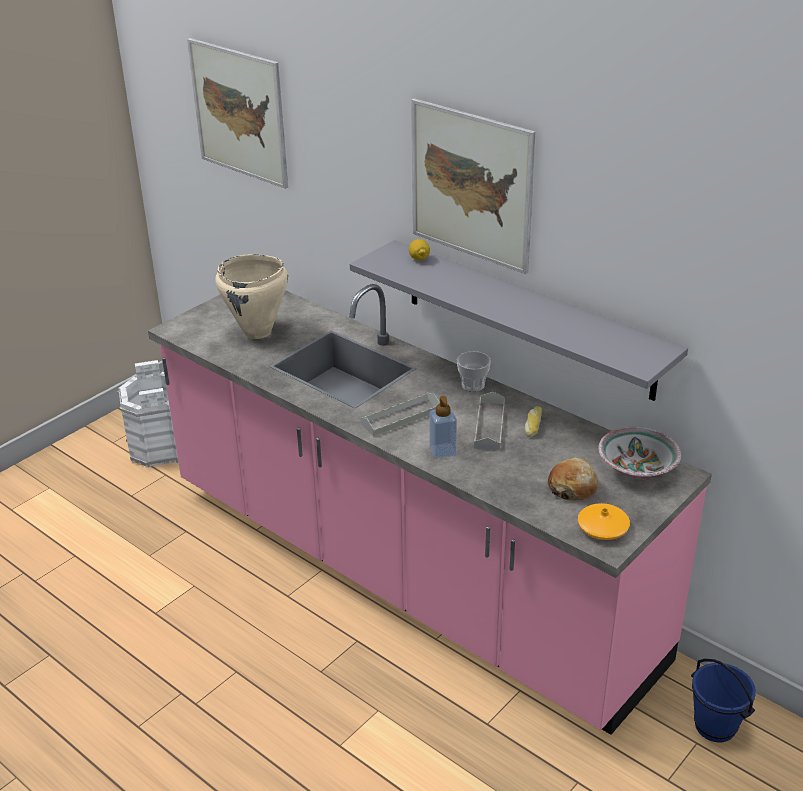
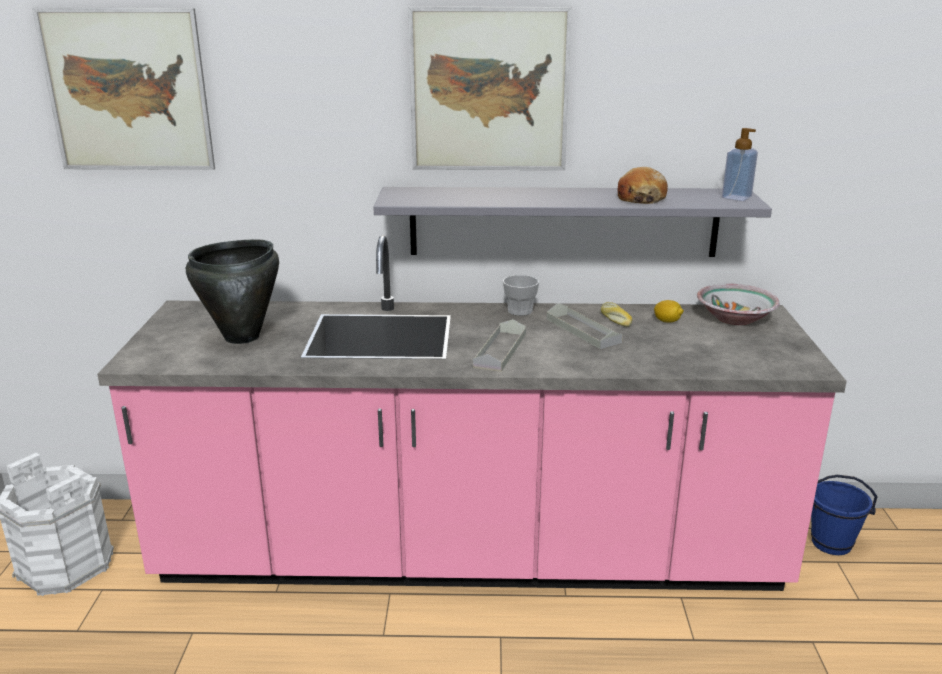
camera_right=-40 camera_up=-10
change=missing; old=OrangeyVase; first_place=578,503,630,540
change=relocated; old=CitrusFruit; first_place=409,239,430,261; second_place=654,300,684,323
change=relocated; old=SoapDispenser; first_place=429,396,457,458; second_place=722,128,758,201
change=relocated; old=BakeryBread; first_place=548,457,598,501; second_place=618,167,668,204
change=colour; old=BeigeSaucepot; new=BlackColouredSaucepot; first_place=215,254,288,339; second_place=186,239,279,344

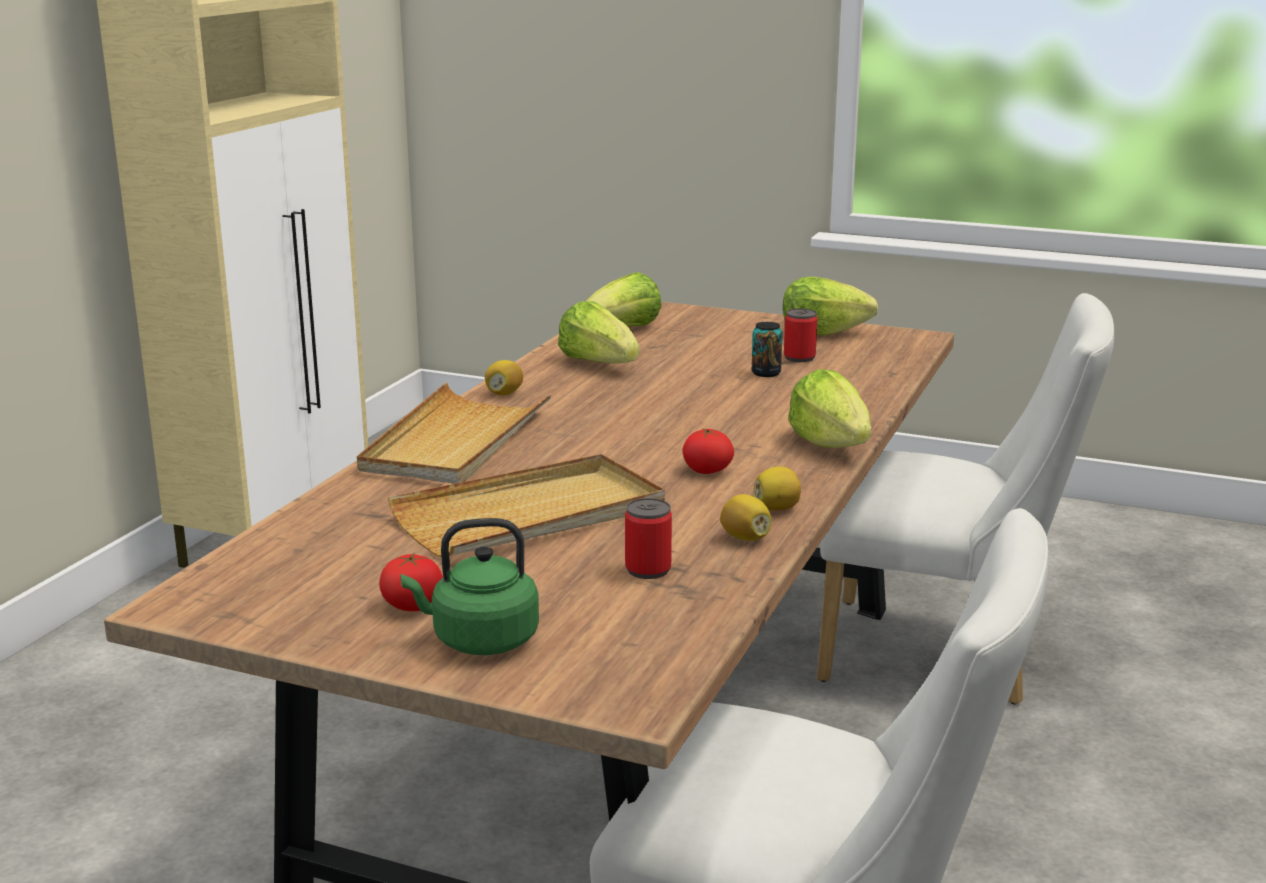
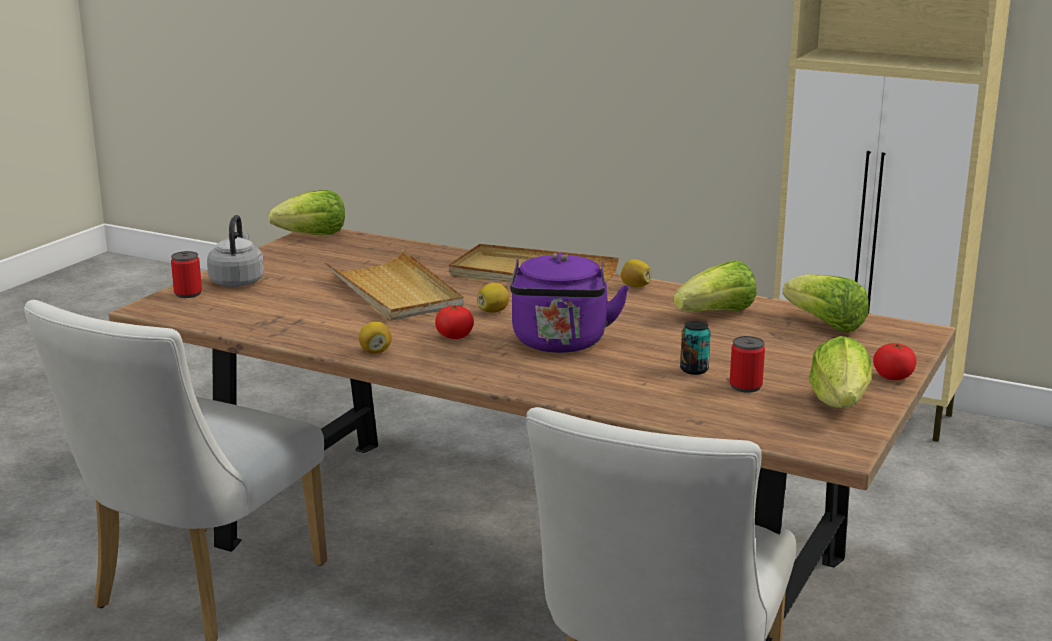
camera_right=95 camera_up=0
change=appeared; new=PurplishTeaKettle; second_place=510,252,629,353
change=relocated; old=Tomato; first_place=379,553,443,611; second_place=873,343,917,380
change=relocated; old=SealedCan; first_place=625,498,672,579; second_place=171,251,202,298
change=relocated; old=CitrusFruit; first_place=720,494,772,541; second_place=477,283,509,313
change=relocated; old=Lettuce; first_place=789,369,871,448; second_place=268,190,345,235
change=colour; old=GreenTeaKettle; new=GreyTeaKettle; first_place=400,518,539,655; second_place=207,215,264,287

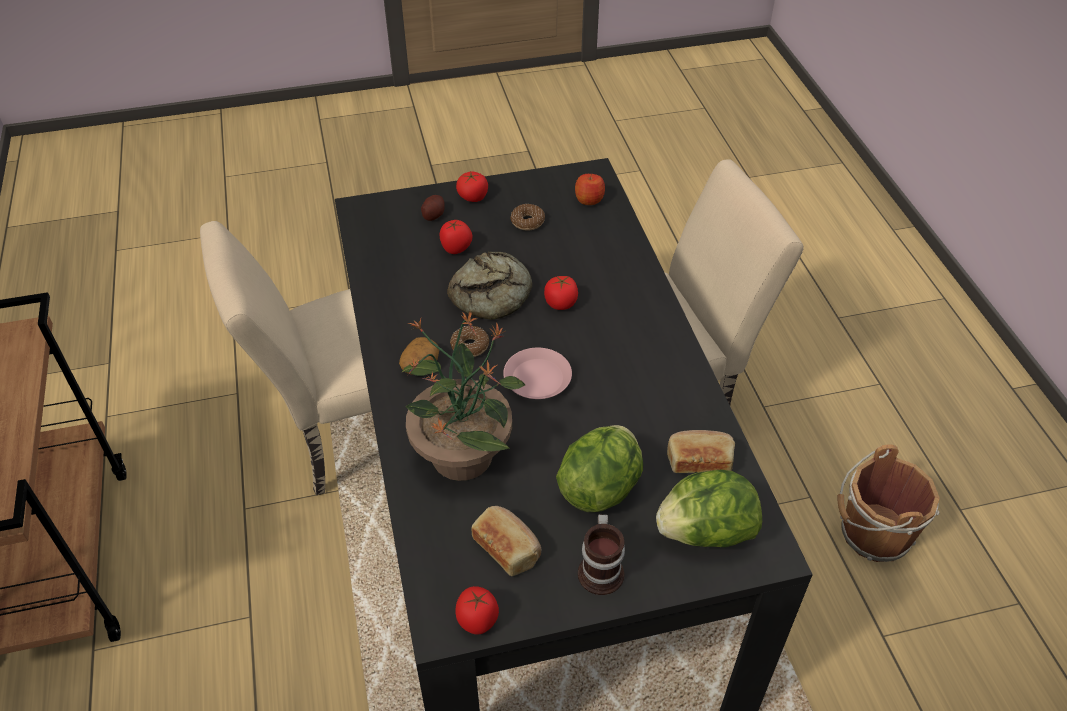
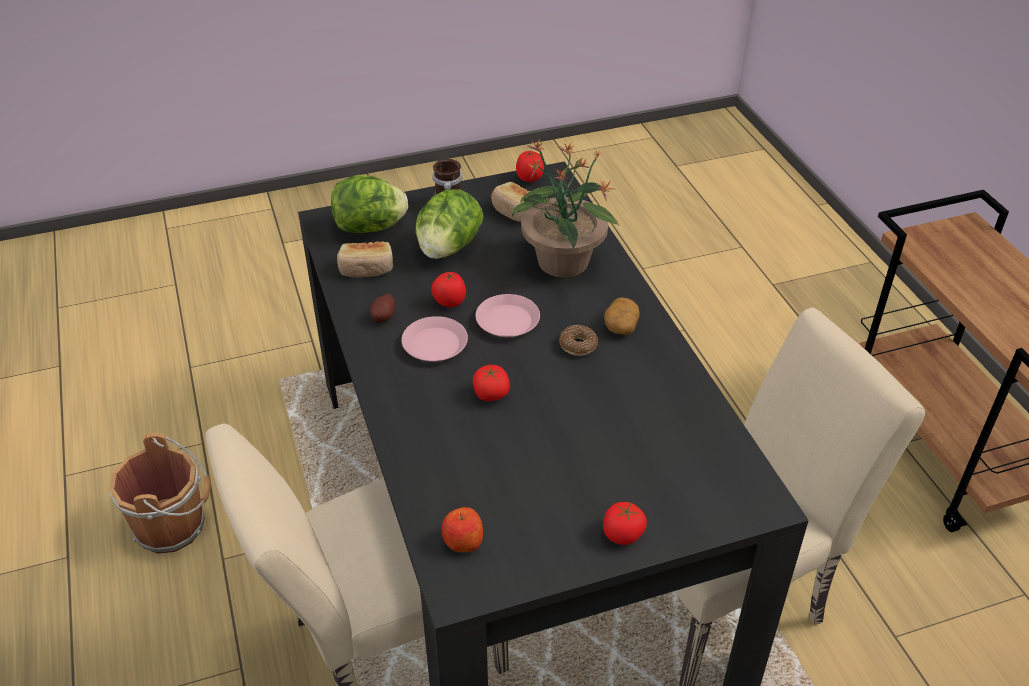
camera_right=175 camera_up=-5
change=missing; old=BakeryBread; first_place=447,252,532,320
change=missing; old=RingDoughnut; first_place=510,204,545,231
change=appeared; new=PinkFlatDish; second_place=401,316,468,362
change=relocated; old=Potato; first_place=421,195,445,221; second_place=370,294,395,323
change=relocated; old=Tomato; first_place=440,220,473,254; second_place=431,272,466,308

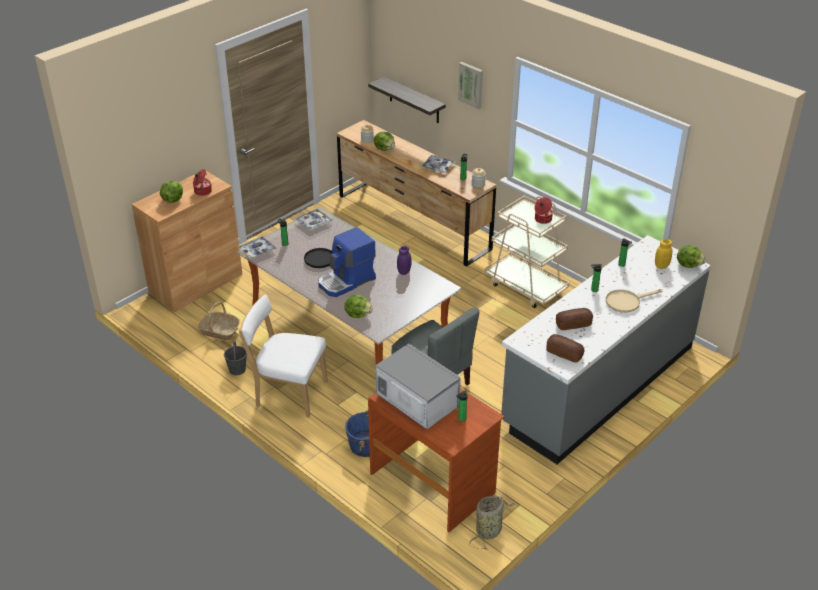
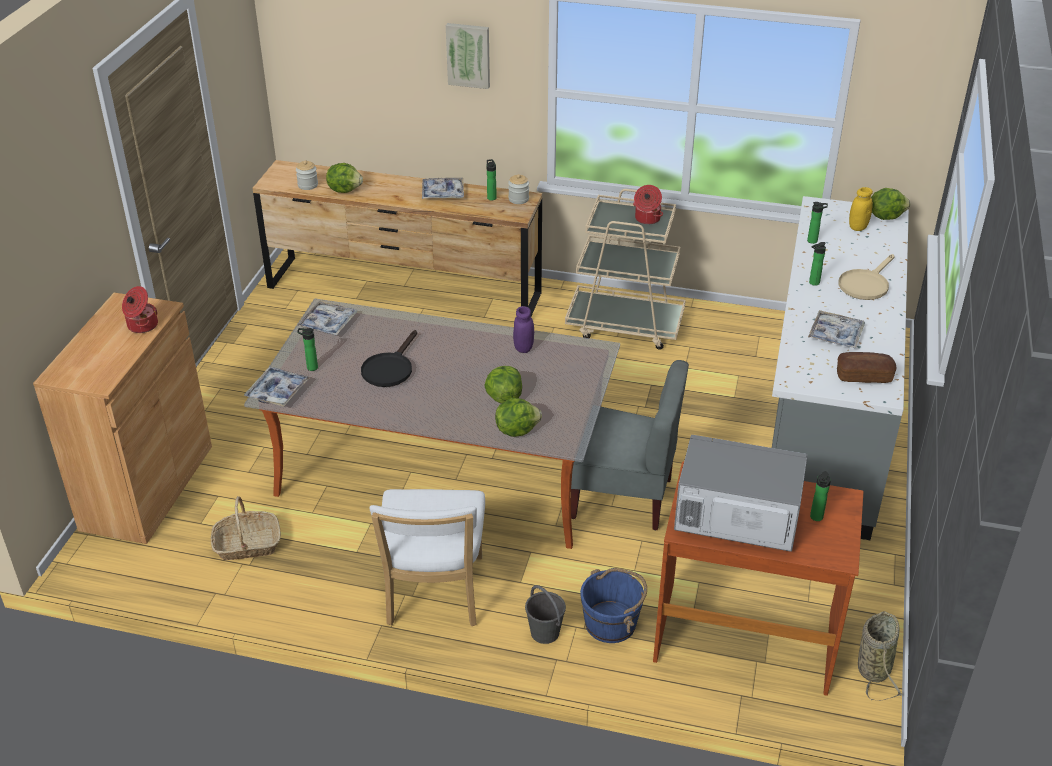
camera_right=-30 camera_up=0
change=missing; old=CoffeeMachine; first_place=318,227,376,297
change=missing; old=Shelf; first_place=368,77,446,123
change=relocated; old=Lettuce; first_place=160,181,183,203; second_place=484,366,522,404
change=relocated; old=GreyBucket; first_place=224,340,247,375; second_place=525,585,566,644
change=exchanged; old=BakeryBread; new=ServingTray; first_place=556,308,593,330; second_place=808,310,865,349
change=spun; old=WhiteUprightChair; first_place=239,295,328,418; second_place=369,489,485,626; degrees=-75

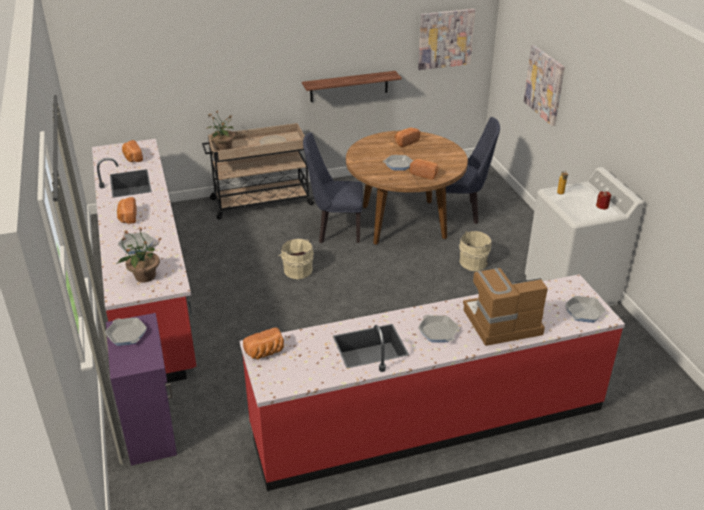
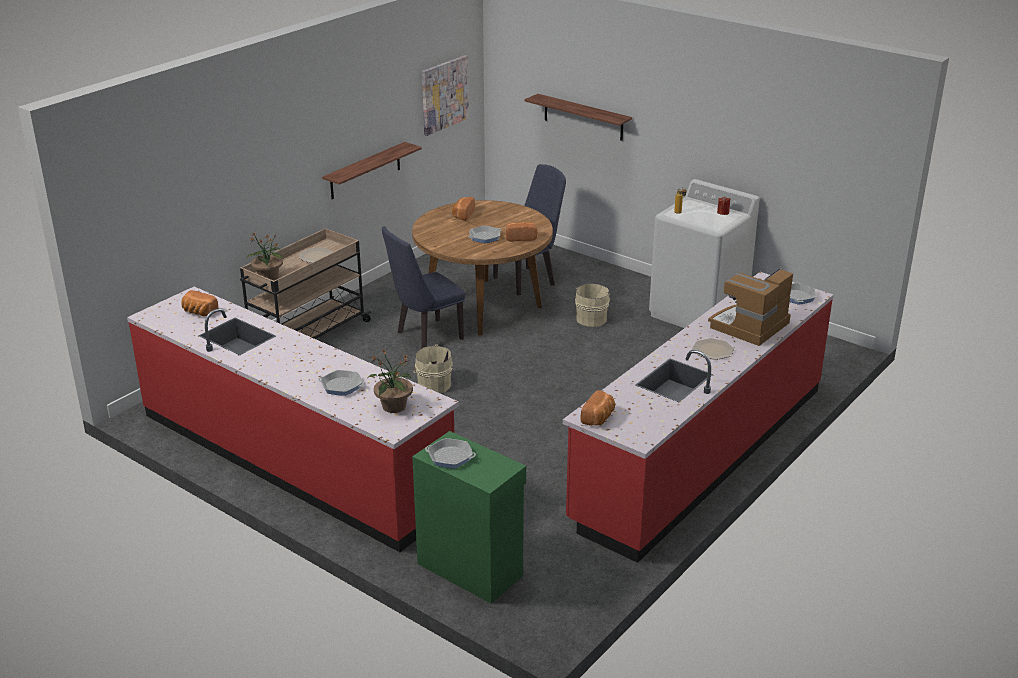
camera_right=-35 camera_up=-5
change=missing; old=BakeryBread; first_place=117,197,137,224
change=exchanged; old=Pan; new=FlatDish; first_place=418,315,459,343; second_place=692,338,734,360
change=exchanged; old=WallPicture; new=Shelf; first_place=524,45,565,126; second_place=525,94,632,141
change=colour; old=PurplishCabinet; new=GreenCabinet; first_place=106,313,177,466; second_place=412,431,526,603

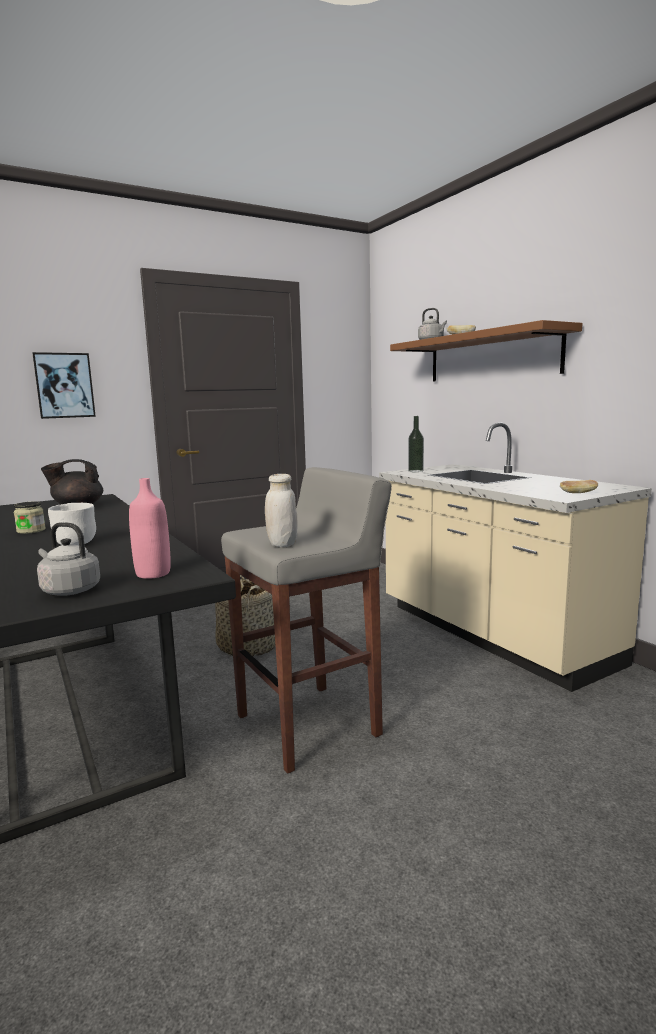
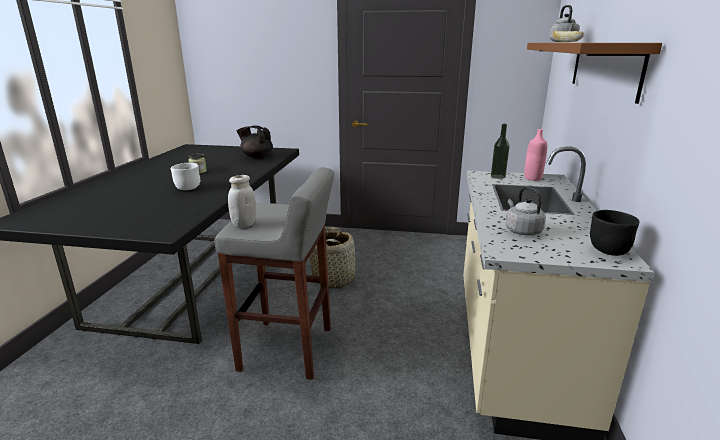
camera_right=40 camera_up=10
change=missing; old=WallPicture; first_place=32,352,96,419
change=missing; old=BakeryBread; first_place=560,480,598,493
change=appeared; new=BlackColouredServingBowl; second_place=590,210,639,256
change=relocated; old=GreyTeaKettle; first_place=37,522,100,595; second_place=506,187,546,236
change=relocated; old=PinkBottle; first_place=129,478,171,579; second_place=524,129,547,181

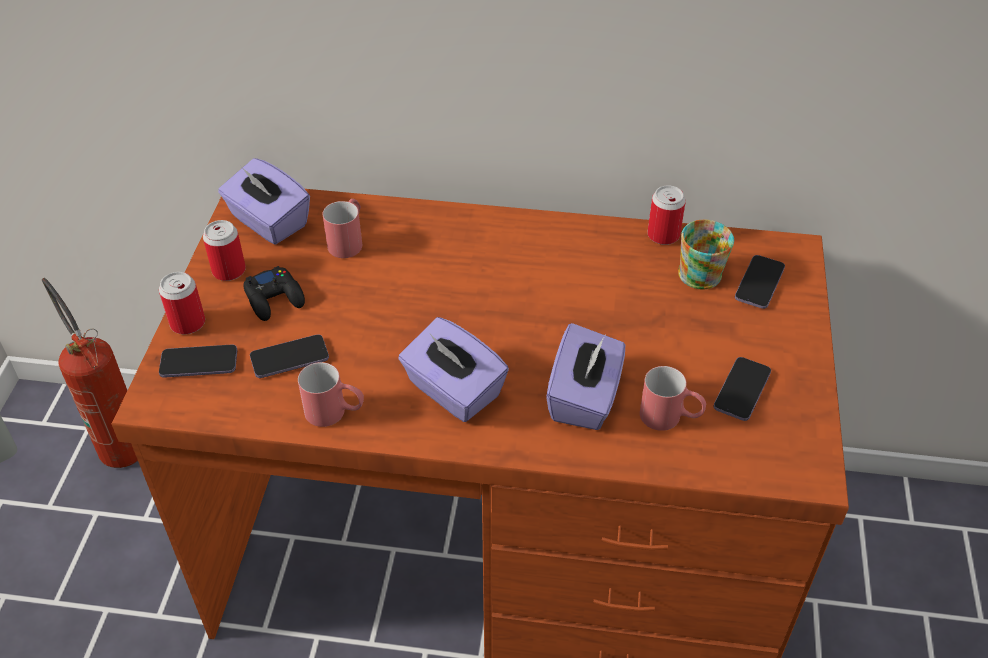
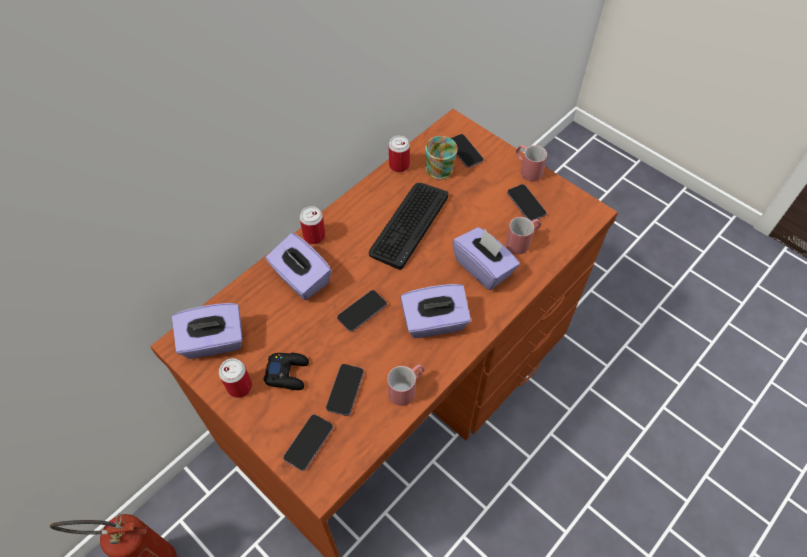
camera_right=-55 camera_up=10
change=appeared; new=PurplishTissueHolder; second_place=266,233,332,300
change=appeared; new=Handset; second_place=337,290,387,332
change=appeared; new=Keyboard; second_place=369,183,448,270
change=relocated; old=SealedCan; first_place=159,272,205,335; second_place=300,206,325,244
change=relocated; old=ReddishTeaMug; first_place=322,199,362,258; second_place=516,145,547,181

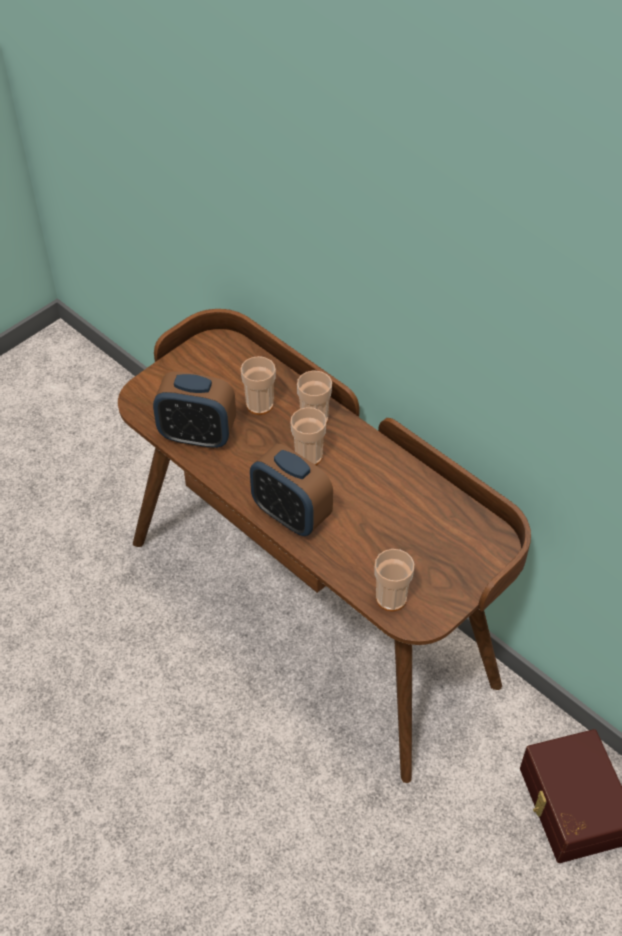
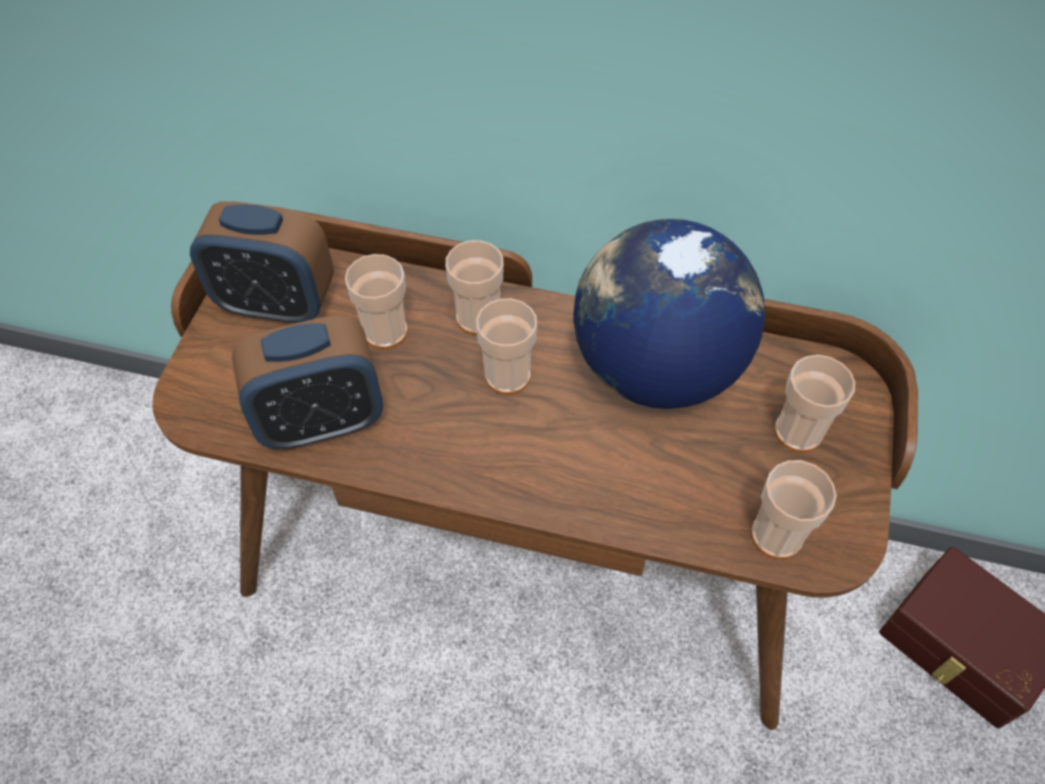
camera_right=-30 camera_up=5
change=appeared; new=Globe; second_place=573,219,765,409
change=appeared; new=SmallCup; second_place=774,355,855,452
change=relocated; old=AlarmClock; first_place=250,444,333,536; second_place=190,201,334,324

